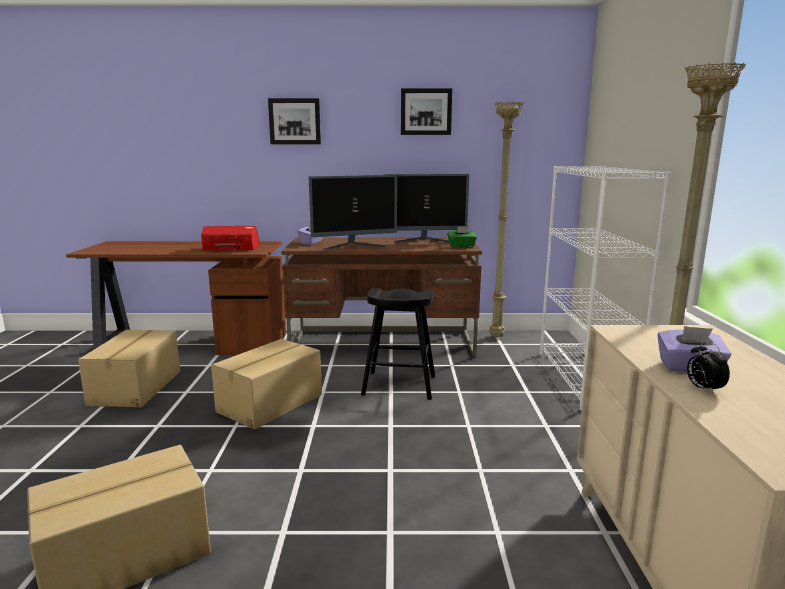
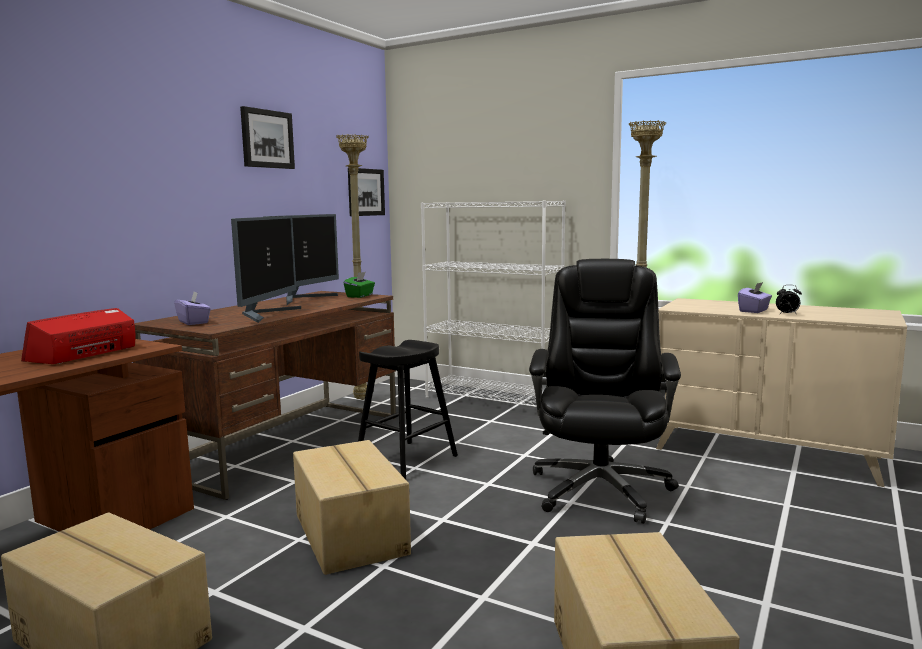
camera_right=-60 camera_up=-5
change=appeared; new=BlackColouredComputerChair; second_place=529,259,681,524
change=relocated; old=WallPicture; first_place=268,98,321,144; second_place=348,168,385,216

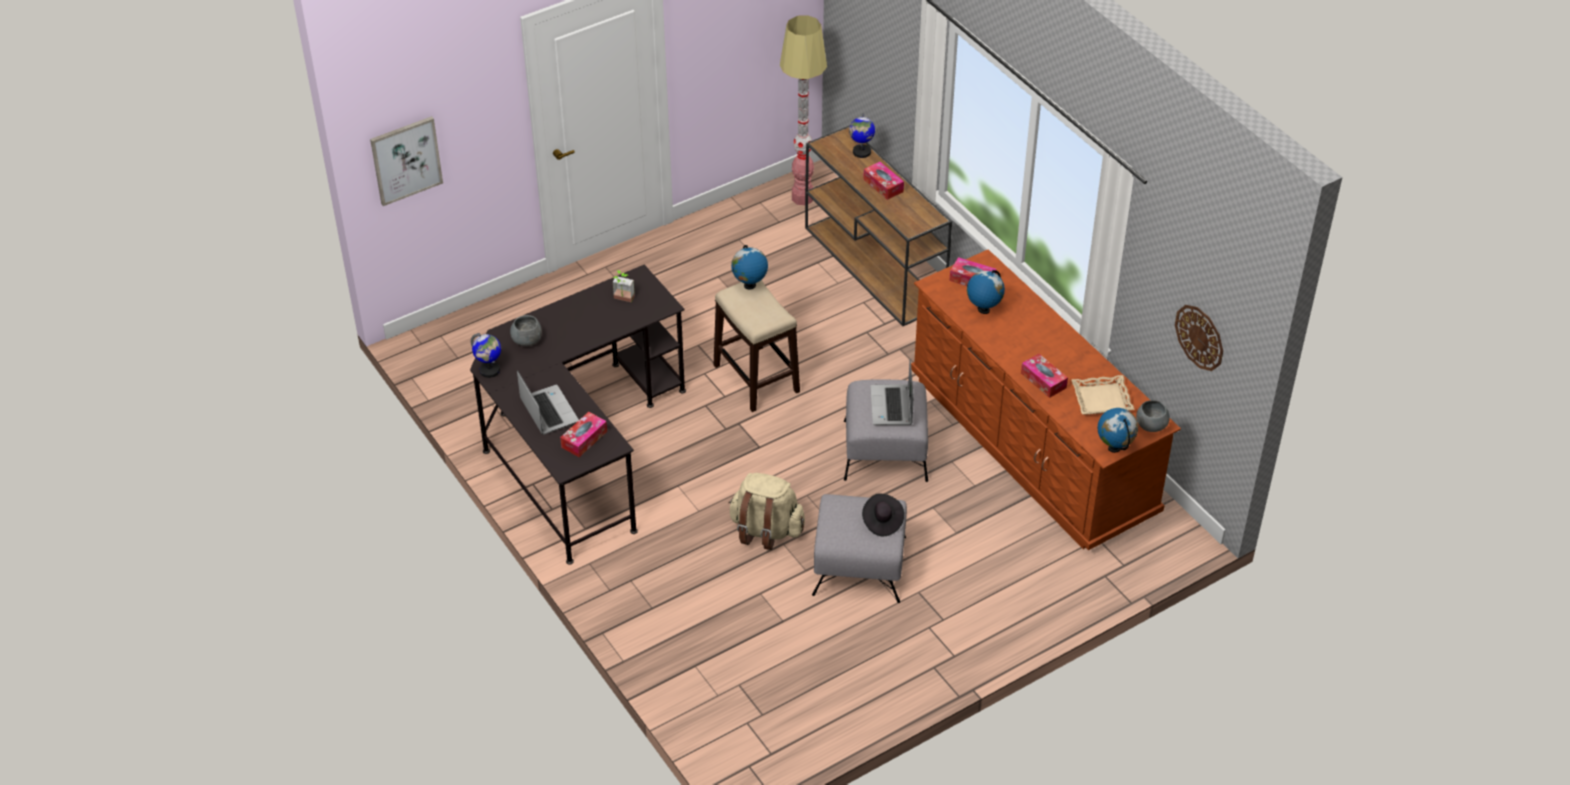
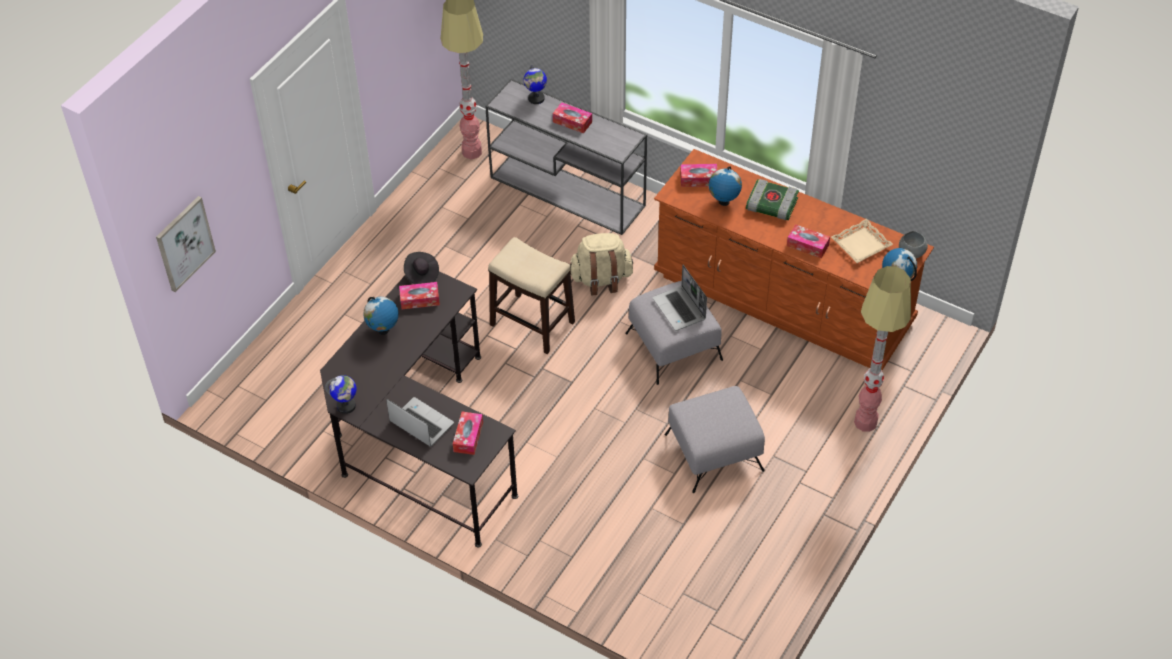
camera_right=-25 camera_up=5
change=missing; old=GreyServingBowl; first_place=510,315,542,346
change=missing; old=WallClock; first_place=1175,305,1223,371
change=appeared; new=Volume; second_place=746,179,799,220
change=appeared; new=FloorLamp; second_place=854,266,911,432
change=relocated; old=BeigeBackpack; first_place=729,473,805,550; second_place=570,233,633,296
change=relocated; old=Globe; first_place=731,245,768,289; second_place=363,297,399,335
change=relocated; old=BlackColouredWearableHat; first_place=862,494,904,536; second_place=404,252,439,284
change=exchanged; old=PottedPlant; new=TissueHolder; first_place=613,270,635,302; second_place=399,282,440,309
change=colour; old=BrownishNarrowTable; new=GreyNarrowTable; first_place=805,126,952,326; second_place=485,79,647,235

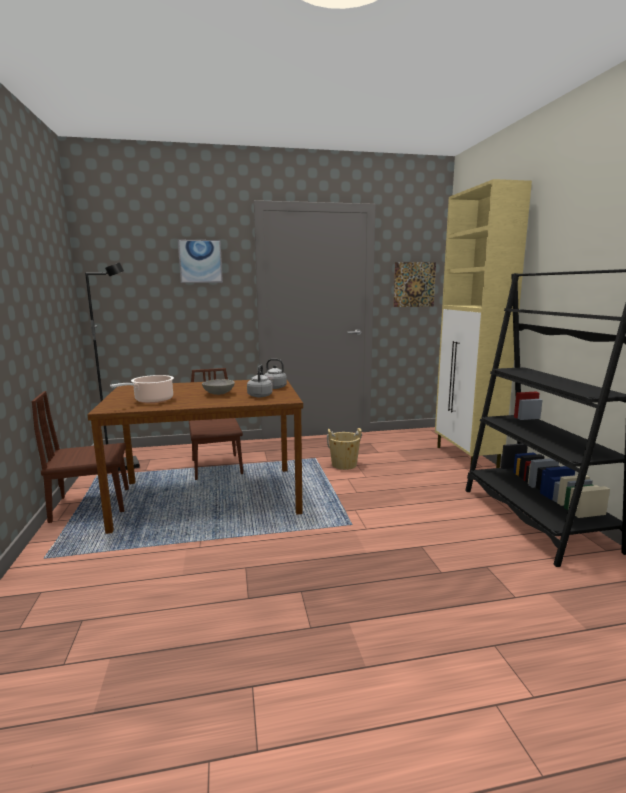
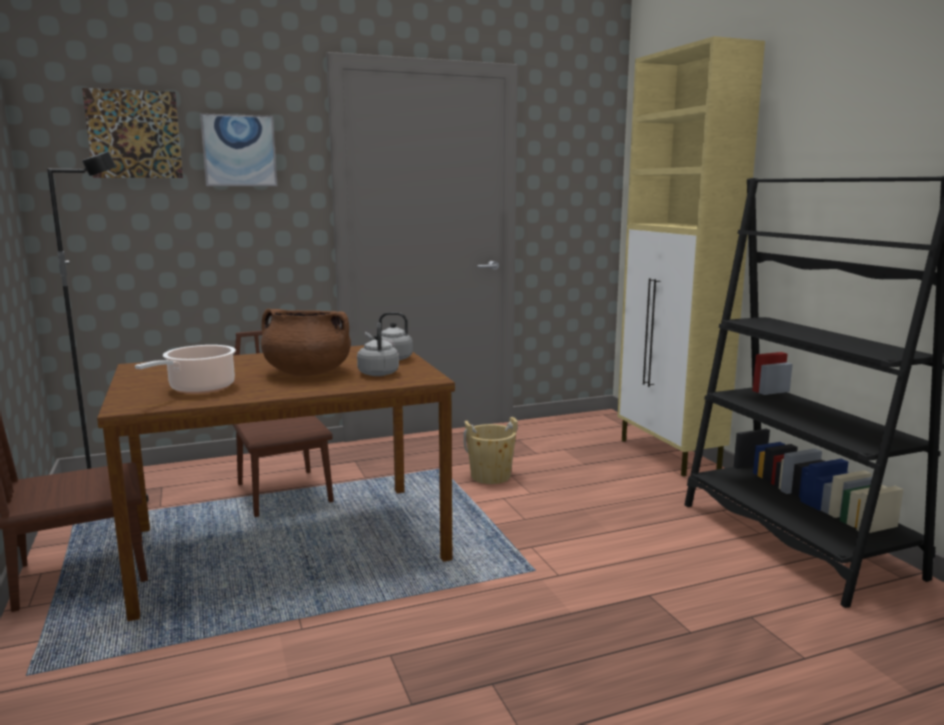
camera_right=-10 camera_up=0
change=relocated; old=WallPicture; first_place=394,262,436,307; second_place=82,88,183,178
change=exchanged; old=GreyServingBowl; new=BrownishSaucepot; first_place=202,379,235,395; second_place=261,309,351,376

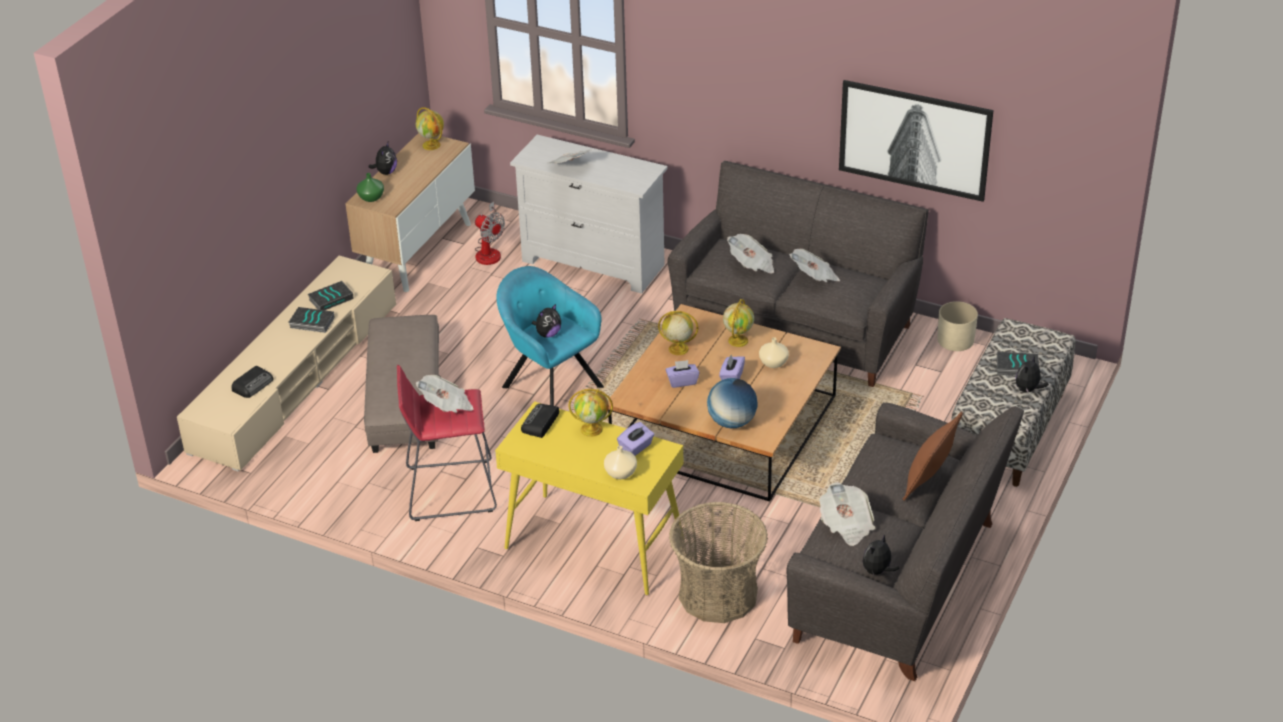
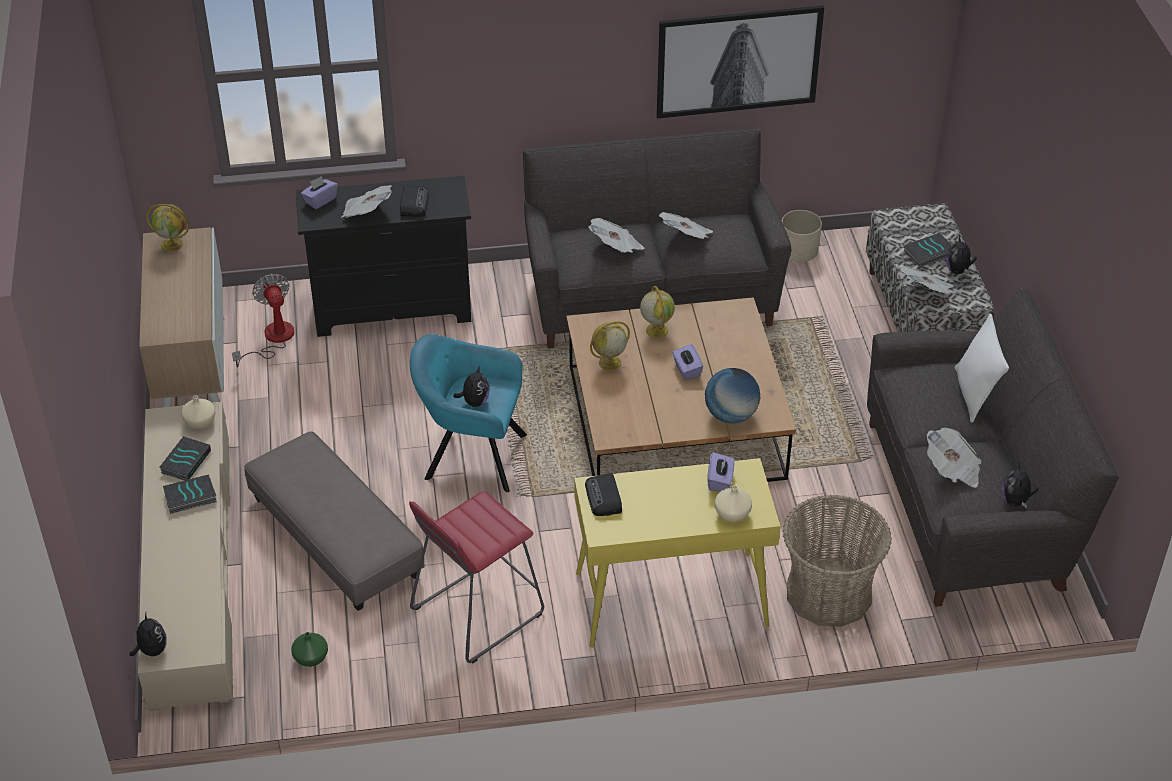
camera_right=-35 camera_up=5
change=missing; old=Globe; first_place=568,389,613,437
change=relocated; old=Radio; first_place=231,366,273,398; second_place=400,185,429,217
change=relocated; old=GreenVase; first_place=356,173,384,202; second_place=291,632,328,667
change=relocated; old=PlushToy; first_place=369,142,397,175; second_place=130,613,166,656
change=relocated; old=PrintedPaper; first_place=416,375,474,413; second_place=901,266,953,294
change=relocated; old=PurplishTissueHolder; first_place=665,360,699,388; second_place=301,176,338,209
change=relocated; old=BeigeVase; first_place=759,337,789,368; second_place=181,395,216,429
change=colour; old=WhiteDresser; new=BlackColouredDresser; first_place=510,135,668,294; second_place=296,176,471,337
change=colour; old=BrownishThrowPillow; new=WhiteThrowPillow; first_place=903,411,963,501; second_place=955,313,1009,423
change=spun; old=ElectricFan; first_place=475,201,505,265; second_place=232,274,294,368; degrees=-120

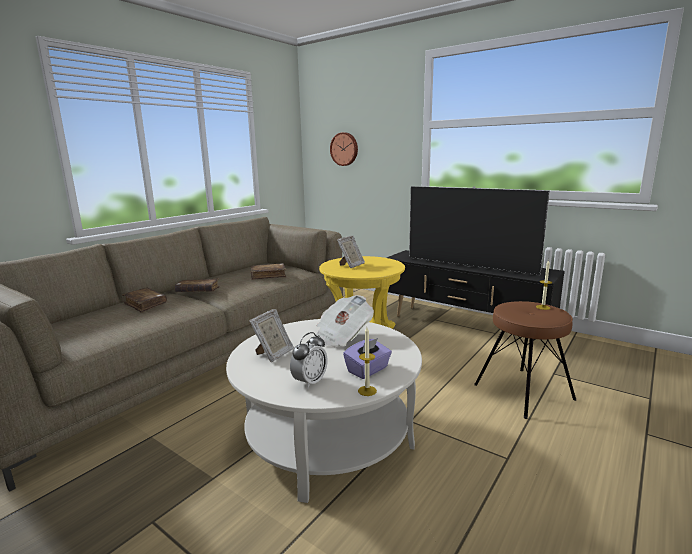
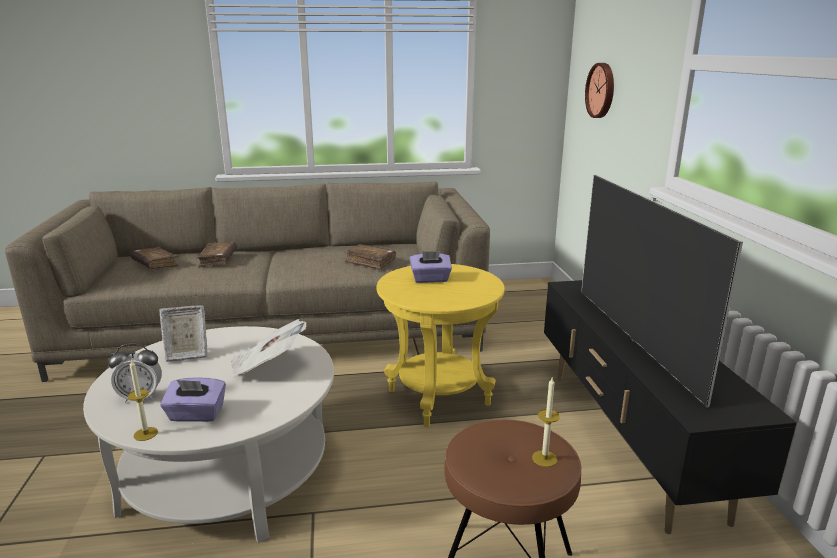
camera_right=45 camera_up=5
change=relocated; old=BrownishVolume; first_place=175,279,220,292; second_place=131,247,179,269
change=exchanged; old=PhotoFrame; new=PurplishTissueHolder; first_place=337,236,365,268; second_place=410,251,452,283

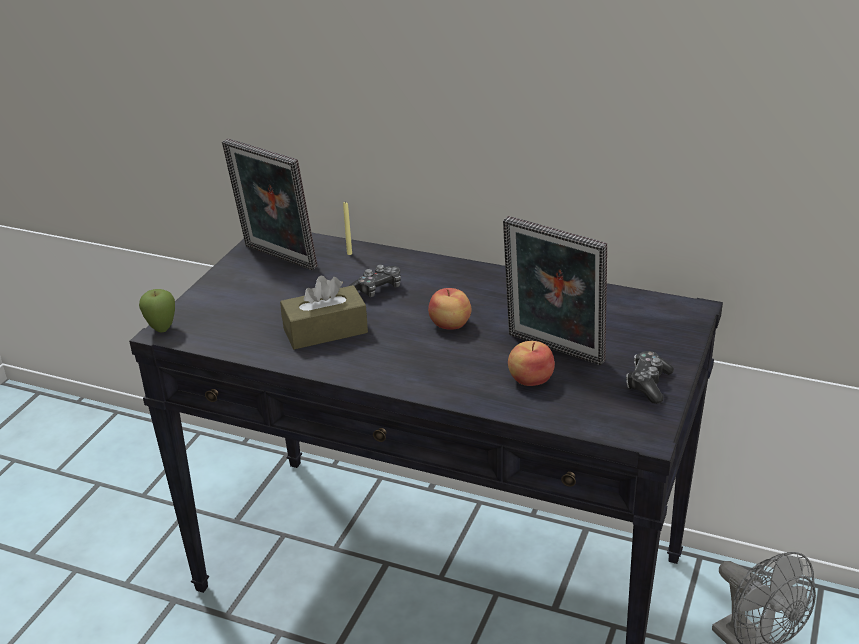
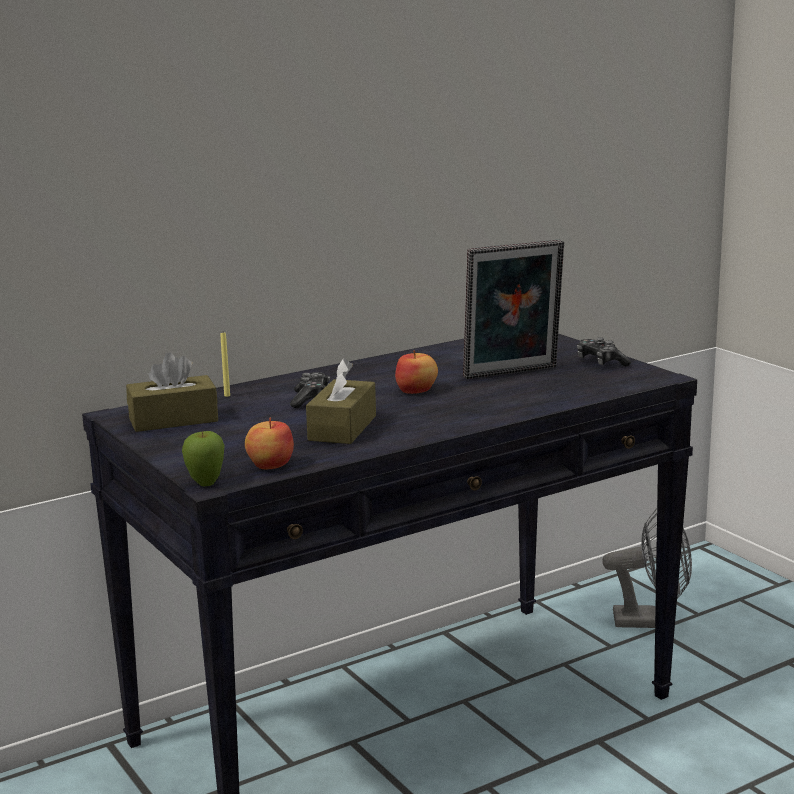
camera_right=-55 camera_up=-15
change=relocated; old=WholeApple; first_place=508,341,555,386; second_place=245,418,294,469
change=exchanged; old=PhotoFrame; new=BrownishTissueHolder; first_place=222,138,317,270; second_place=126,352,218,432

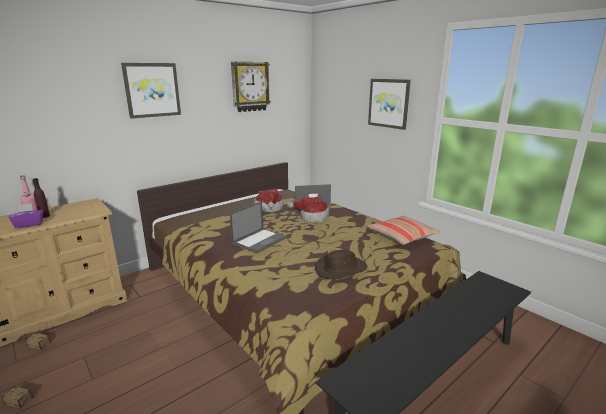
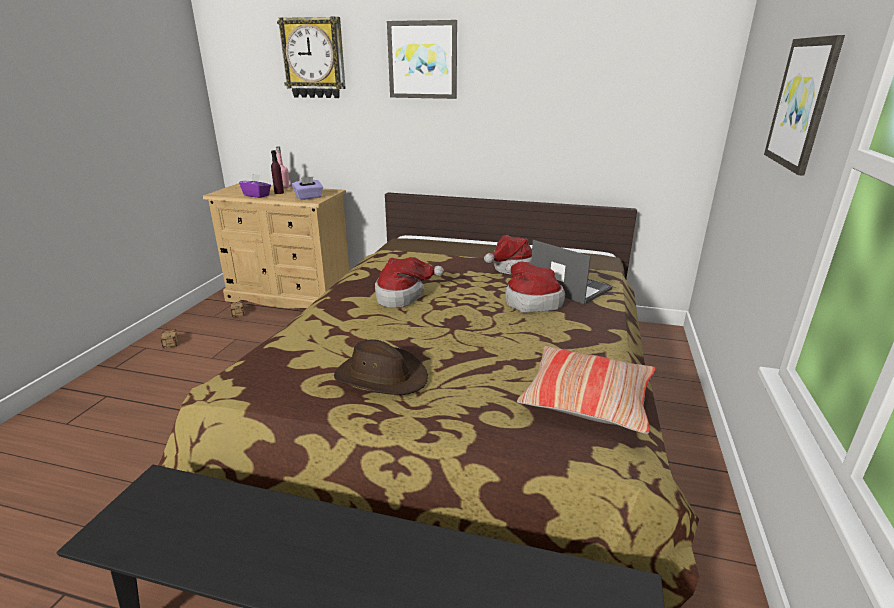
camera_right=55 camera_up=5
change=appeared; new=PurplishTissueHolder; second_place=292,177,323,200
change=relocated; old=WallClock; first_place=231,62,271,112; second_place=277,16,346,98
change=exchanged; old=PortableComputer; new=WearableHat; first_place=230,201,287,254; second_place=375,257,444,308

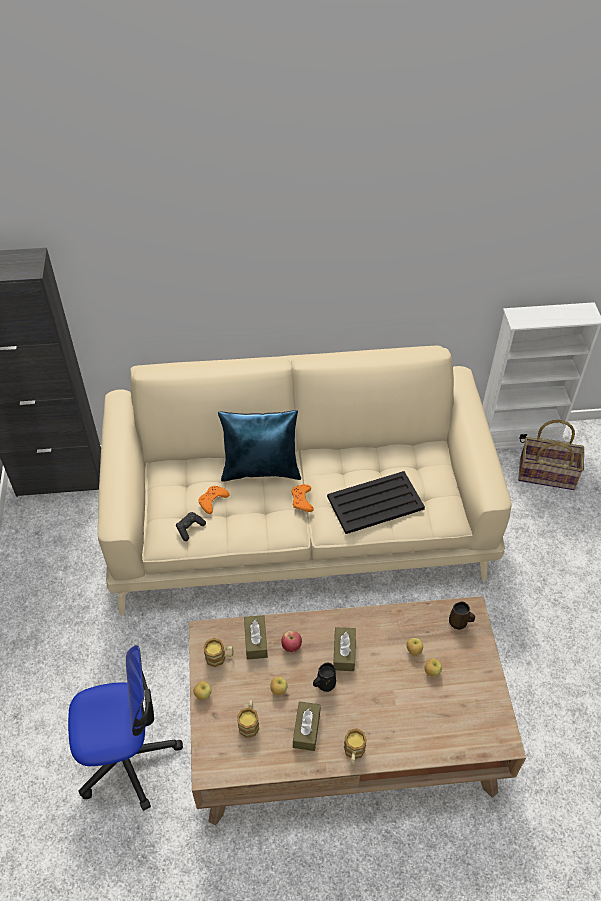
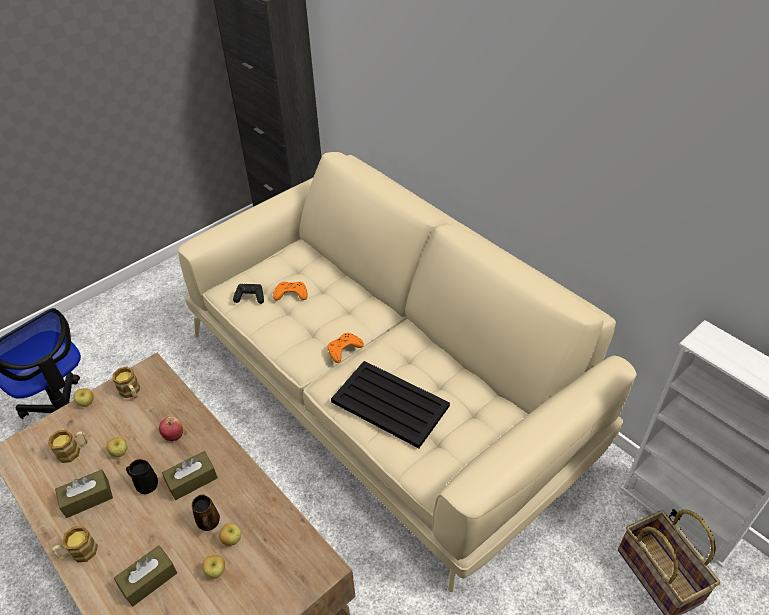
camera_right=55 camera_up=-5
change=missing; old=BlueColouredThrowPillow; first_place=218,410,301,482
change=relocated; old=BrownishTissueHolder; first_place=244,615,268,660; second_place=114,545,177,607
change=relocated; old=BrownishTeaMug; first_place=449,601,475,630; second_place=192,495,220,531

